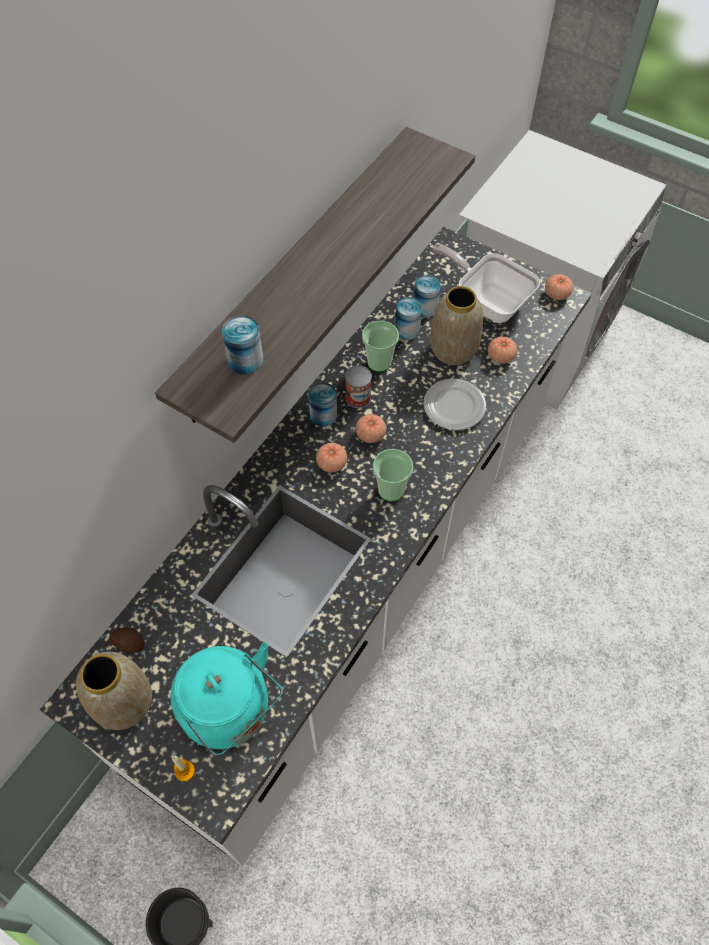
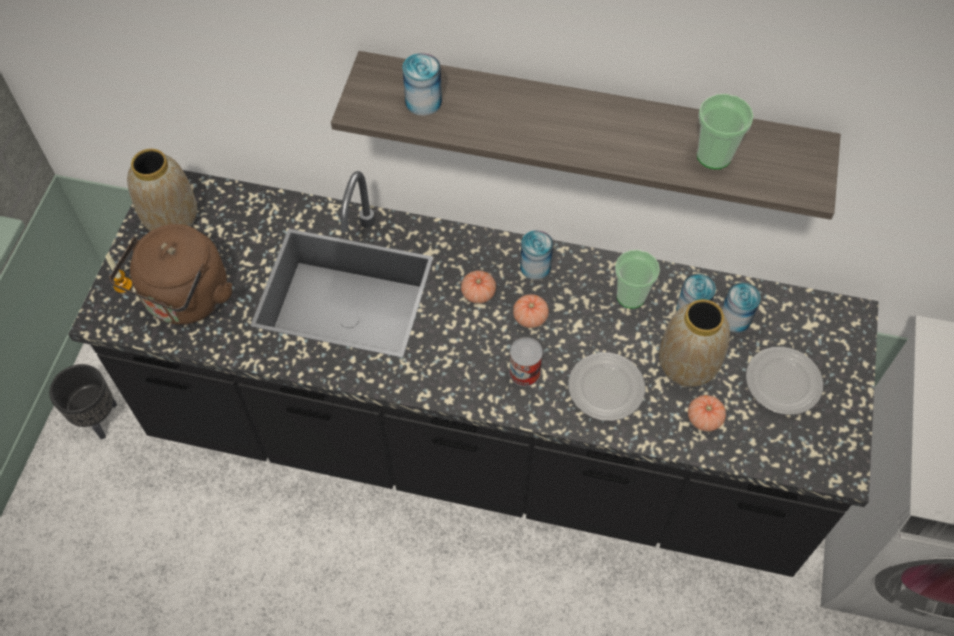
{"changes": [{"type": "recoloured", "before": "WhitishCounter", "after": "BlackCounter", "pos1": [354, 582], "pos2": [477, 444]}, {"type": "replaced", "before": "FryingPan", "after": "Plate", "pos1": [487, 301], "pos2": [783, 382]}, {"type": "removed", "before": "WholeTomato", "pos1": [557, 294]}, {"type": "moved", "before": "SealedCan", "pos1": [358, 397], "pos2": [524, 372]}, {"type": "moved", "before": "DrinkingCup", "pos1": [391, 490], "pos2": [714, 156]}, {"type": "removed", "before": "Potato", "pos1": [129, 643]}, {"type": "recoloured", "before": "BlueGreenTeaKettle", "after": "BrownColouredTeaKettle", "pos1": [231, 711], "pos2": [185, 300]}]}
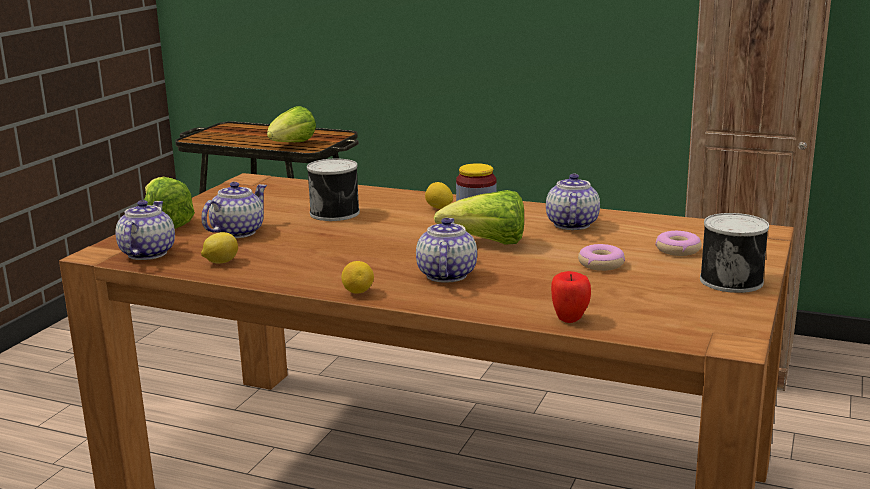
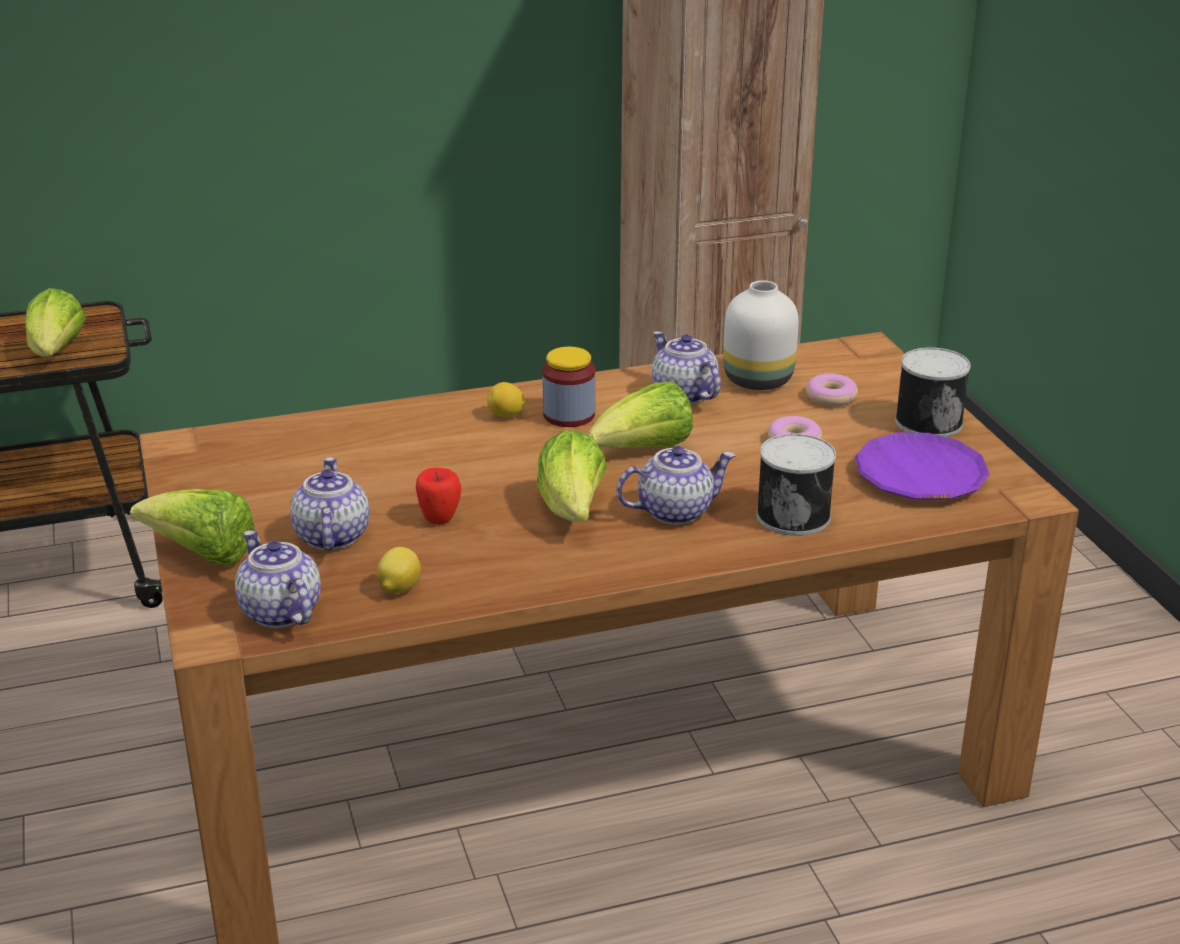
{"changes": [{"type": "moved", "before": "SealedCan", "pos1": [336, 213], "pos2": [794, 515]}, {"type": "turned", "before": "PotForTea", "pos1": [445, 275], "pos2": [675, 511], "turn": 105}, {"type": "removed", "before": "CitrusFruit", "pos1": [358, 292]}, {"type": "moved", "before": "Apple", "pos1": [570, 319], "pos2": [439, 519]}, {"type": "added", "after": "WhitishFlowerVase", "pos2": [756, 380]}, {"type": "added", "after": "Lettuce", "pos2": [572, 510]}, {"type": "added", "after": "PurpleColouredPlate", "pos2": [920, 476]}]}
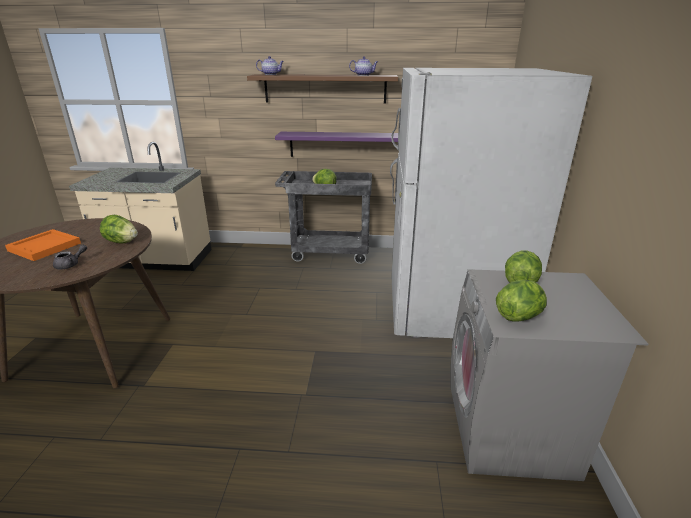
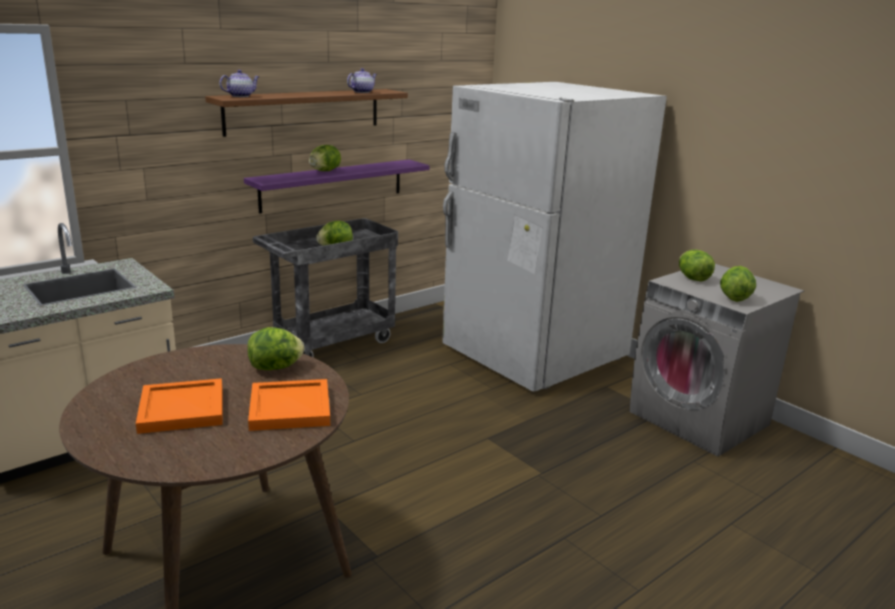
{"changes": [{"type": "replaced", "before": "GreyishPotForTea", "after": "OrangeServingTray", "pos1": [71, 265], "pos2": [289, 407]}, {"type": "added", "after": "Lettuce", "pos2": [324, 171]}]}
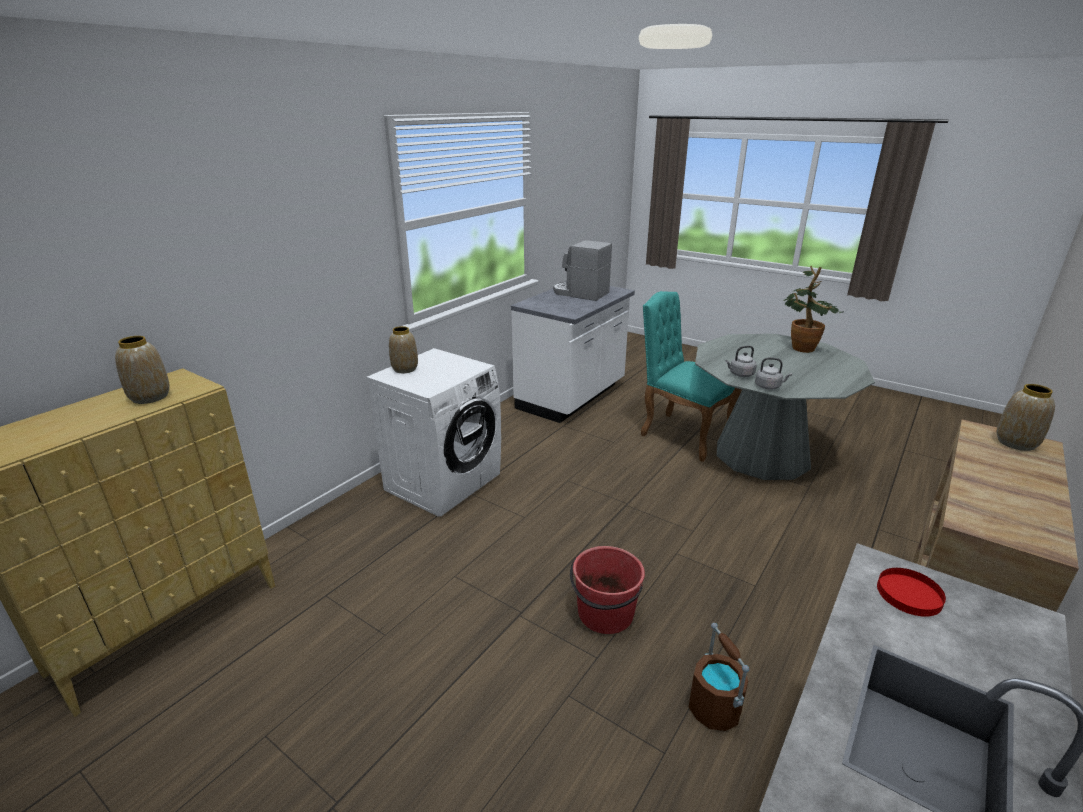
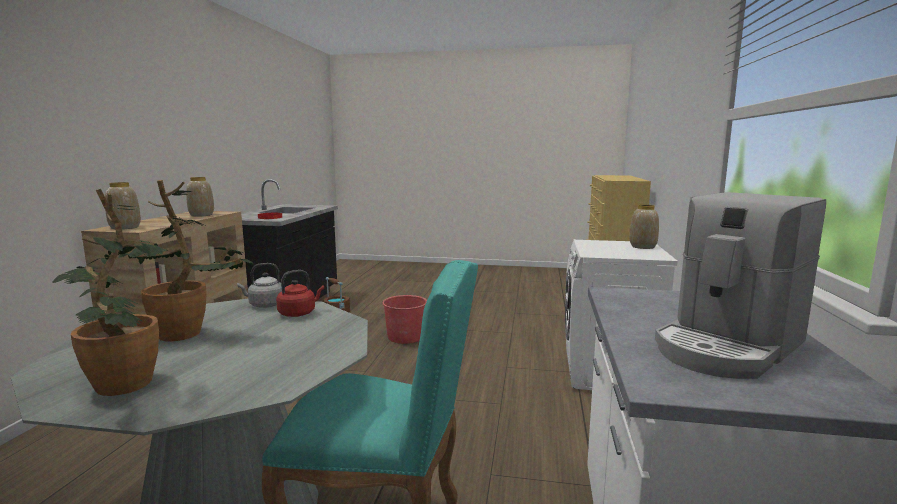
{"changes": [{"type": "turned", "before": "CoffeeMachine", "pos1": [580, 293], "pos2": [728, 347], "turn": 135}, {"type": "moved", "before": "FlowerVase", "pos1": [150, 397], "pos2": [201, 215]}, {"type": "recoloured", "before": "GreyishTeaKettle", "after": "RedTeaKettle", "pos1": [740, 374], "pos2": [299, 313]}, {"type": "added", "after": "PlantInAPot", "pos2": [188, 335]}]}
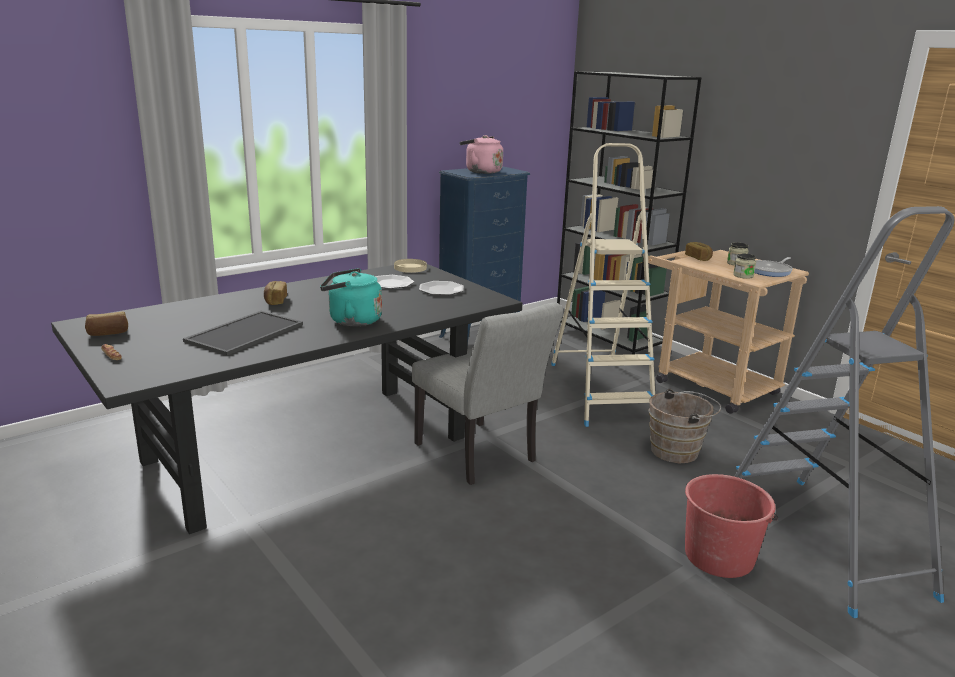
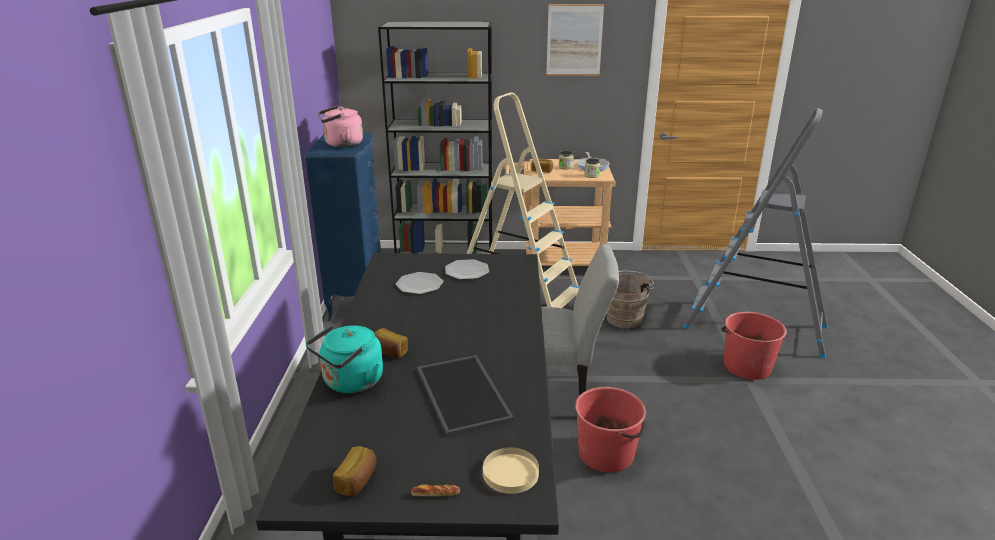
{"changes": [{"type": "moved", "before": "SandColouredPlate", "pos1": [410, 268], "pos2": [510, 473]}, {"type": "moved", "before": "BlueGreenTeaKettle", "pos1": [351, 321], "pos2": [350, 383]}, {"type": "added", "after": "WallPicture", "pos2": [574, 40]}, {"type": "added", "after": "RedPail", "pos2": [607, 453]}]}
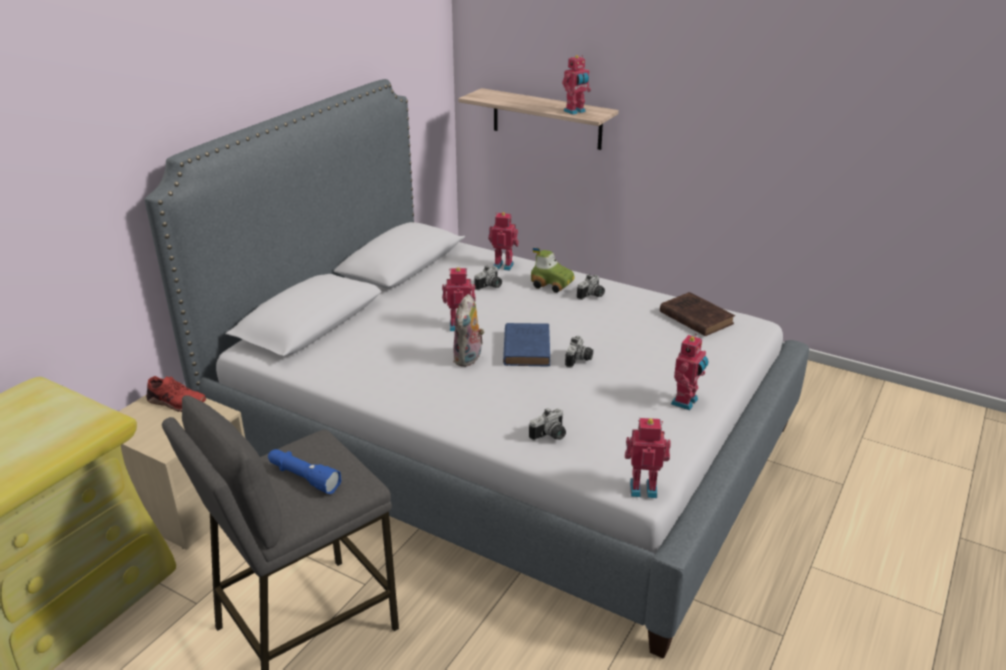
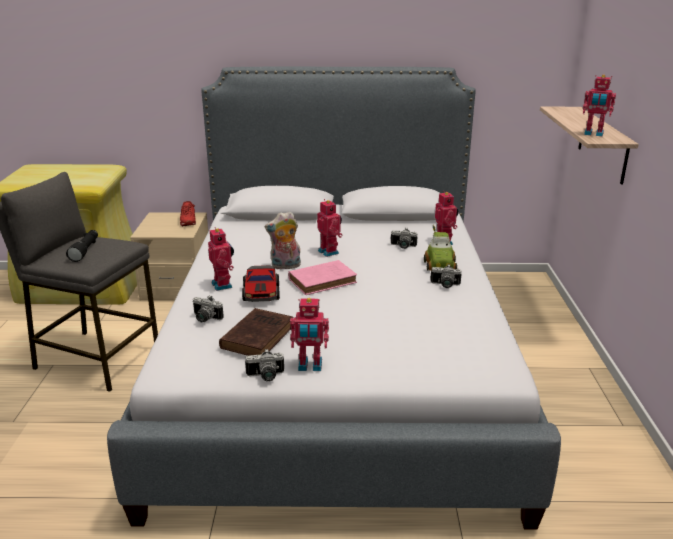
{"changes": [{"type": "moved", "before": "BrownColouredVolume", "pos1": [694, 317], "pos2": [259, 336]}, {"type": "recoloured", "before": "BlueVolume", "after": "PinkishVolume", "pos1": [526, 347], "pos2": [324, 280]}, {"type": "moved", "before": "PhotoCamera", "pos1": [580, 360], "pos2": [265, 376]}, {"type": "moved", "before": "ModelRobot", "pos1": [643, 488], "pos2": [223, 285]}, {"type": "recoloured", "before": "BlueHandTorch", "after": "BlackHandTorch", "pos1": [303, 477], "pos2": [85, 250]}, {"type": "added", "after": "MiniatureCar", "pos2": [261, 292]}]}
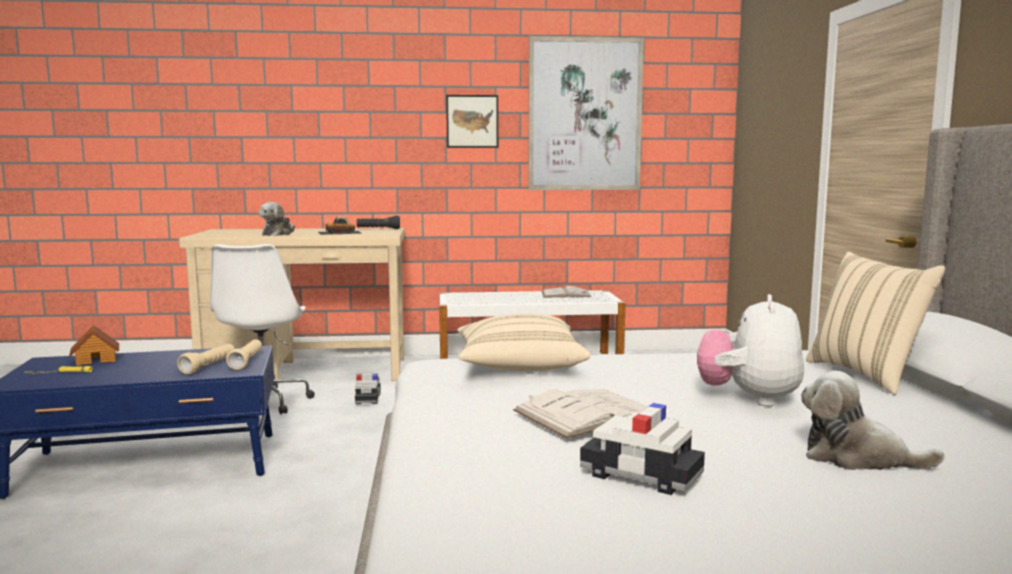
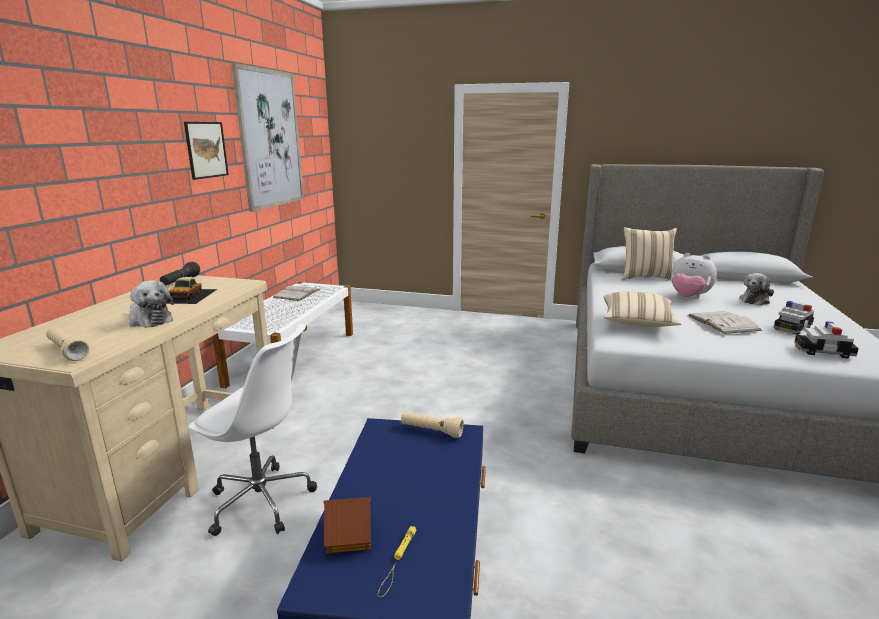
{"changes": [{"type": "moved", "before": "SandColouredHandTorch", "pos1": [209, 366], "pos2": [67, 351]}, {"type": "moved", "before": "MiniatureCar", "pos1": [368, 399], "pos2": [823, 351]}]}
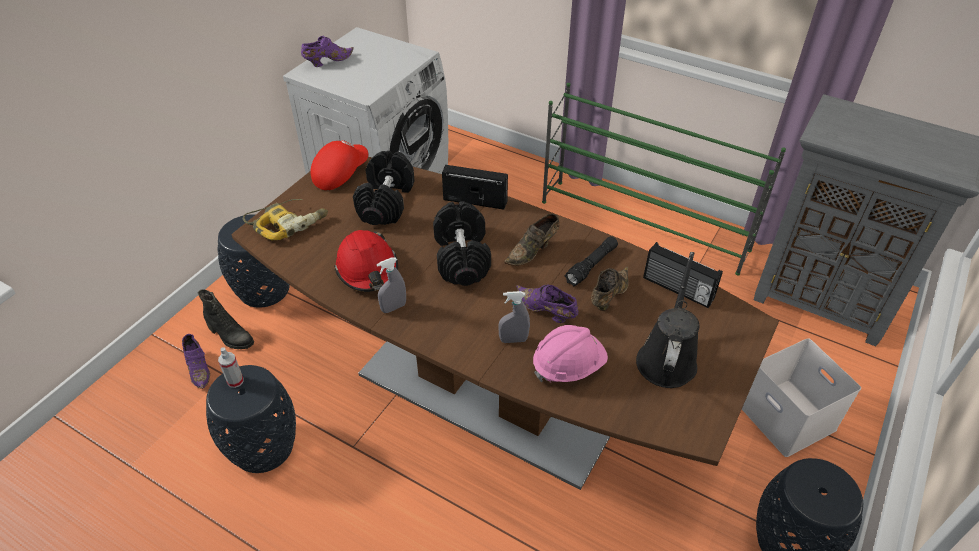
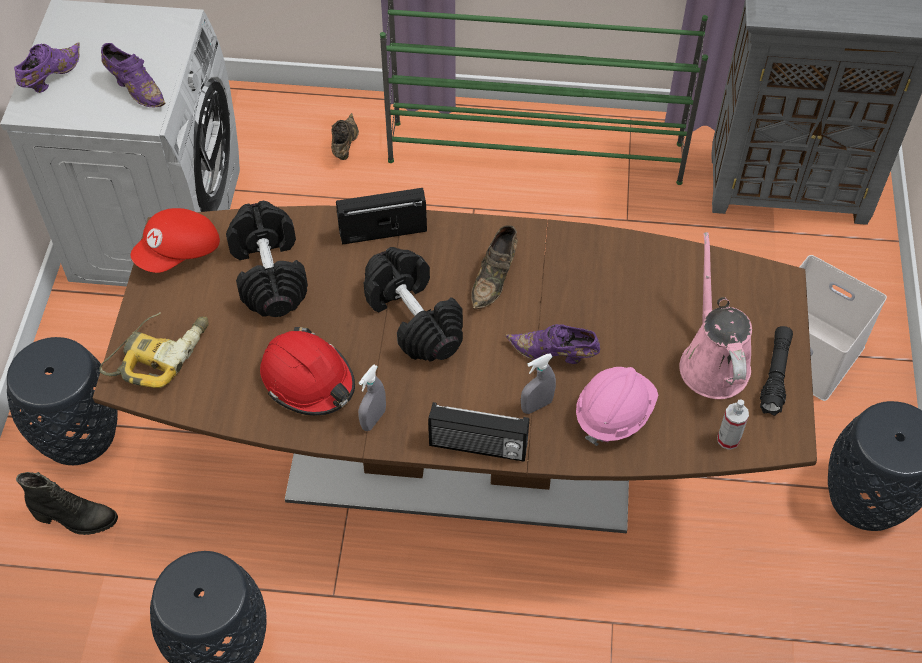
{"changes": [{"type": "turned", "before": "RedCap", "pos1": [340, 174], "pos2": [179, 253], "turn": -150}, {"type": "moved", "before": "BlackHandTorch", "pos1": [591, 265], "pos2": [775, 375]}, {"type": "moved", "before": "RadioReceiver", "pos1": [677, 289], "pos2": [478, 447]}, {"type": "recoloured", "before": "BlackWateringCan", "after": "PinkishWateringCan", "pos1": [667, 358], "pos2": [712, 361]}, {"type": "moved", "before": "BrownColouredItemOfFootwear", "pos1": [608, 297], "pos2": [344, 146]}, {"type": "moved", "before": "PurpleColouredItemOfFootwear", "pos1": [199, 368], "pos2": [135, 88]}, {"type": "moved", "before": "SprayBottle", "pos1": [235, 381], "pos2": [728, 439]}]}
